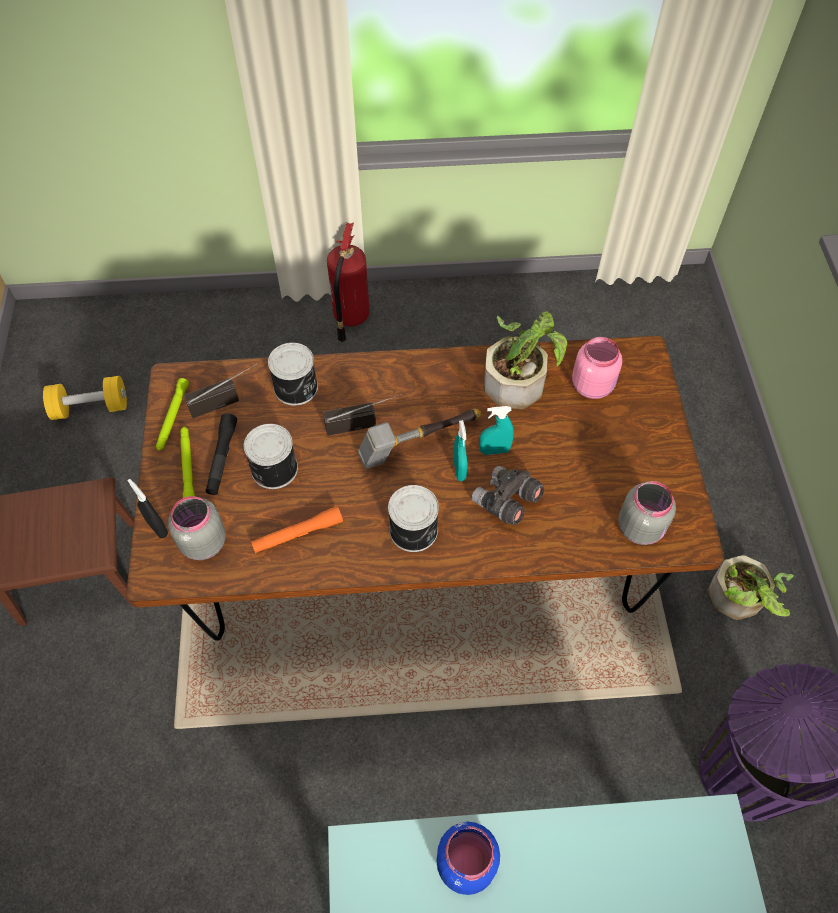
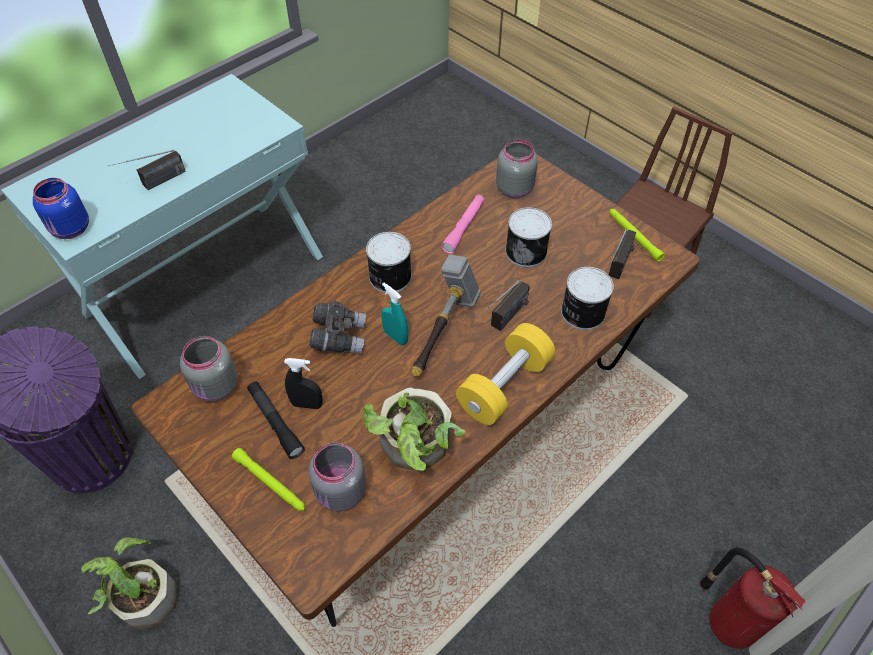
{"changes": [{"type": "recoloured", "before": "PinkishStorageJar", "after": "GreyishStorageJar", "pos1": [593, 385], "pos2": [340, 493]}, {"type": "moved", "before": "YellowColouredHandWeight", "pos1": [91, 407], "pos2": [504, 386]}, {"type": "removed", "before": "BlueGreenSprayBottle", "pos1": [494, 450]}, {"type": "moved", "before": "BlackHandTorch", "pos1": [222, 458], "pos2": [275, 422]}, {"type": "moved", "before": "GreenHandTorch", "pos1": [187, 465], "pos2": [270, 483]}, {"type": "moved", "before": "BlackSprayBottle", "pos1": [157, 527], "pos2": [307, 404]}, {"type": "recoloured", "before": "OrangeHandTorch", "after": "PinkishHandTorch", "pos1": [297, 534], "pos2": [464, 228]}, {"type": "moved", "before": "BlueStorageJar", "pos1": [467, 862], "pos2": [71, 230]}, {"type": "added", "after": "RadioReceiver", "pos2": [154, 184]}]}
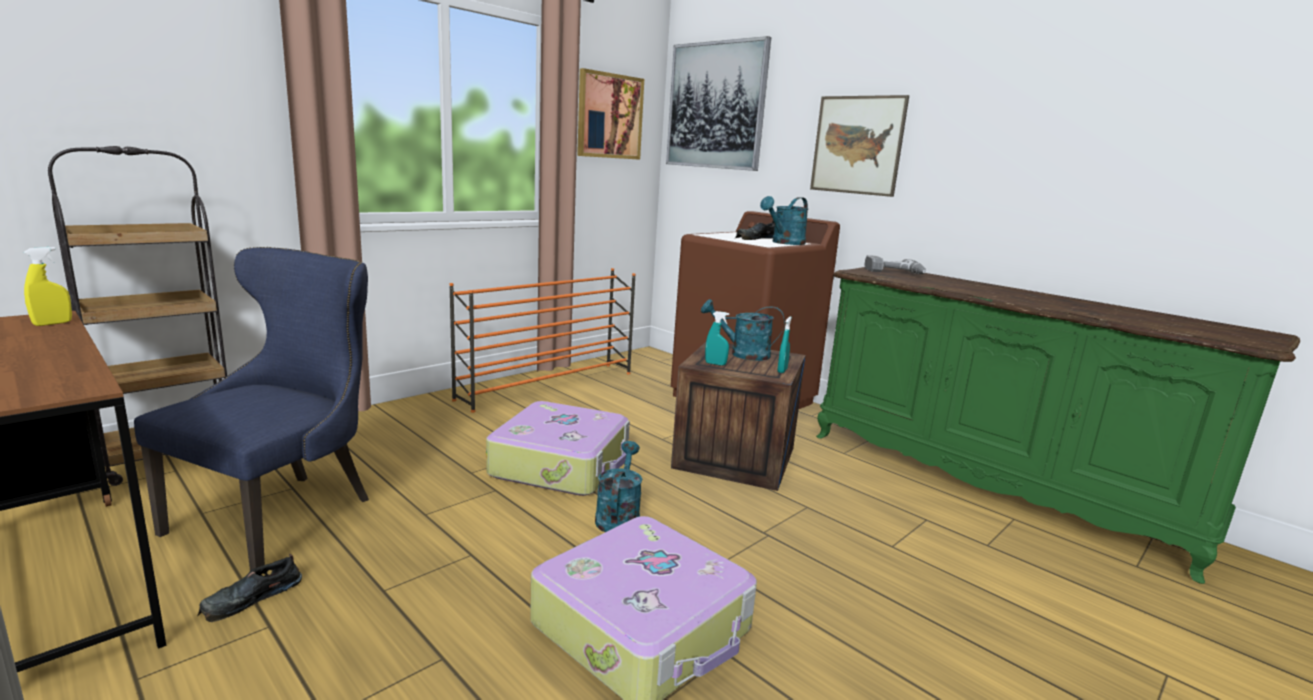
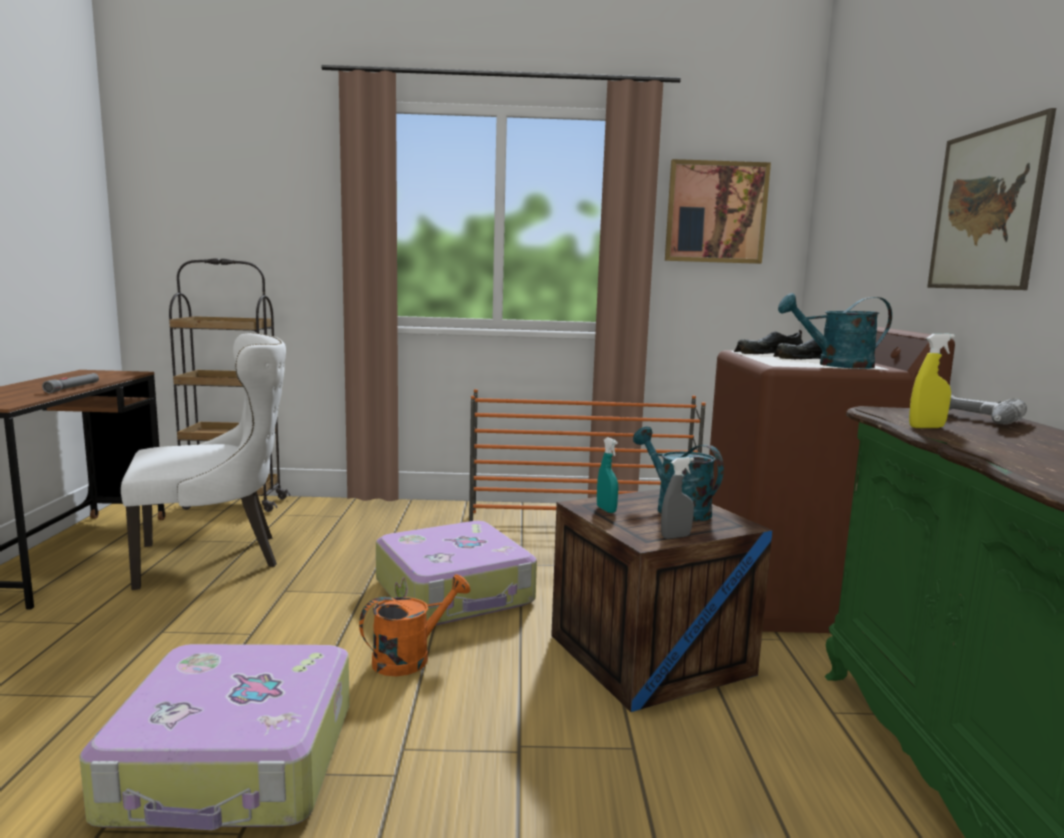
{"changes": [{"type": "removed", "before": "WallPicture", "pos1": [716, 106]}, {"type": "moved", "before": "YellowColouredSprayBottle", "pos1": [52, 323], "pos2": [926, 427]}, {"type": "recoloured", "before": "BlueUprightChair", "after": "WhitishUprightChair", "pos1": [282, 515], "pos2": [215, 557]}, {"type": "recoloured", "before": "BlueGreenSprayBottle", "after": "GreyishSprayBottle", "pos1": [782, 370], "pos2": [675, 536]}, {"type": "recoloured", "before": "BlueGreenWateringCan", "after": "OrangeWateringCan", "pos1": [618, 516], "pos2": [410, 657]}, {"type": "moved", "before": "BlackItemOfFootwear", "pos1": [251, 598], "pos2": [768, 353]}, {"type": "added", "after": "GreyishHandTorch", "pos2": [73, 388]}]}
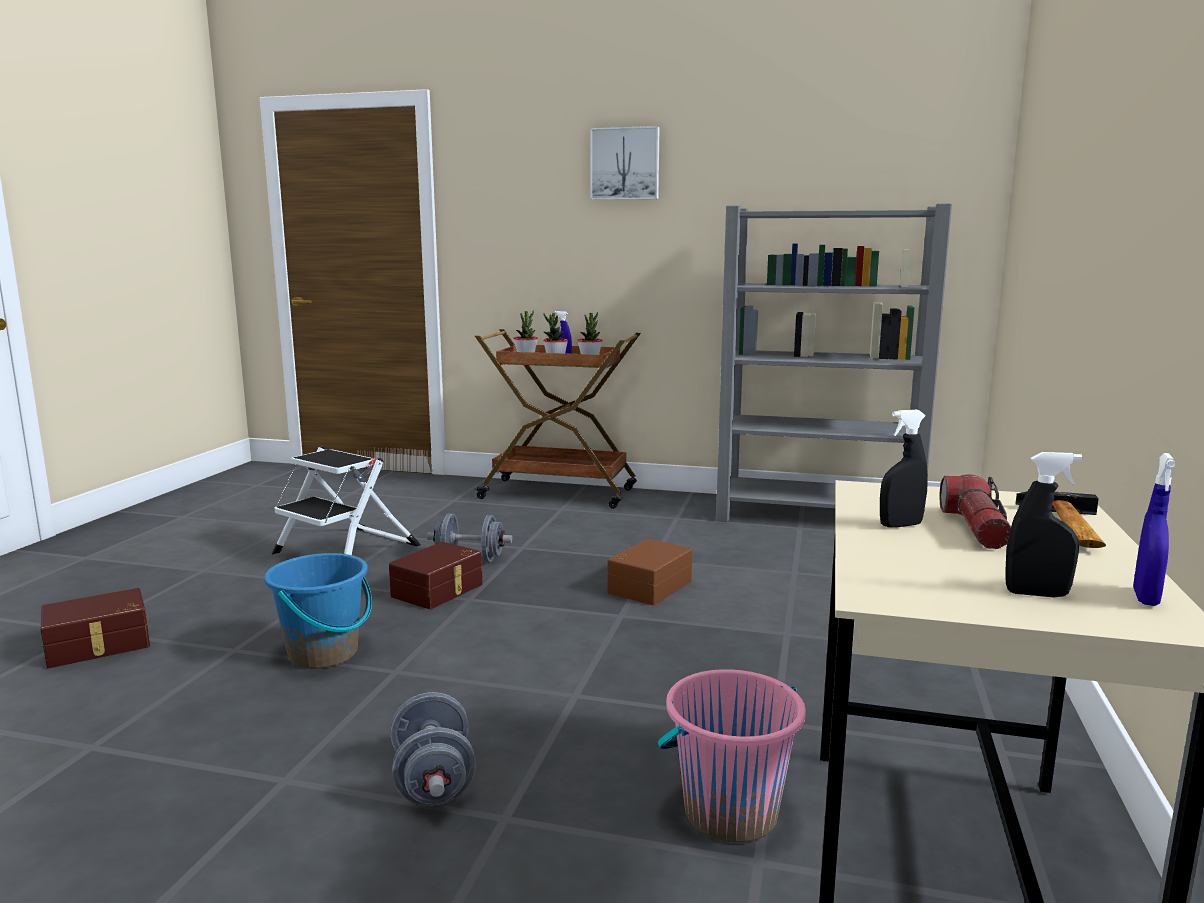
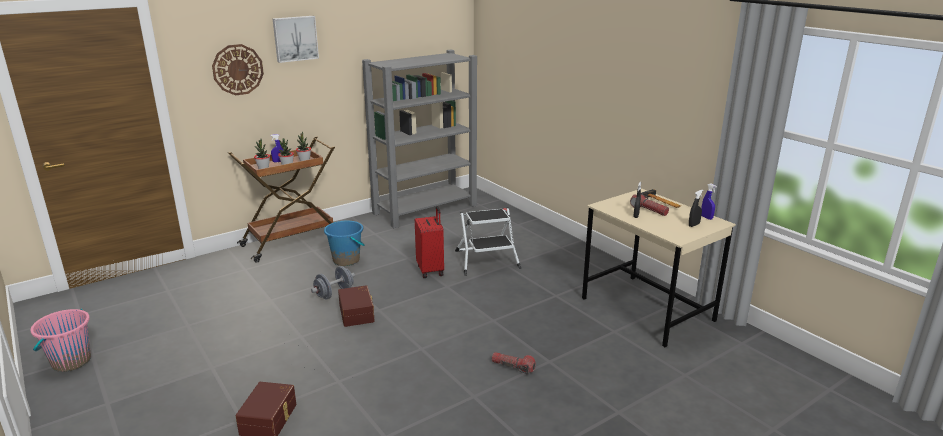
{"changes": [{"type": "moved", "before": "Stepladder", "pos1": [346, 550], "pos2": [486, 260]}, {"type": "replaced", "before": "BrownColouredStorageBin", "after": "RedTravelCase", "pos1": [648, 586], "pos2": [431, 270]}, {"type": "moved", "before": "BluePail", "pos1": [324, 654], "pos2": [346, 260]}, {"type": "moved", "before": "PinkishPail", "pos1": [730, 813], "pos2": [71, 361]}, {"type": "replaced", "before": "GreyishHandWeight", "after": "HandTorch", "pos1": [433, 782], "pos2": [513, 367]}, {"type": "added", "after": "HangingClock", "pos2": [238, 69]}]}
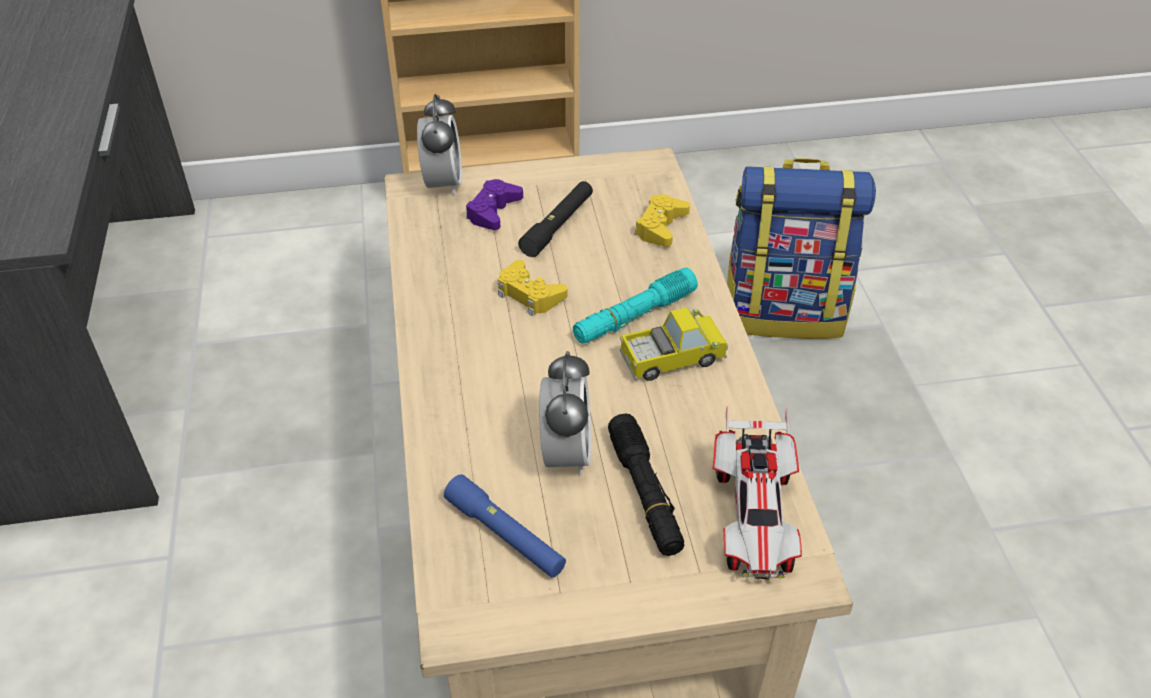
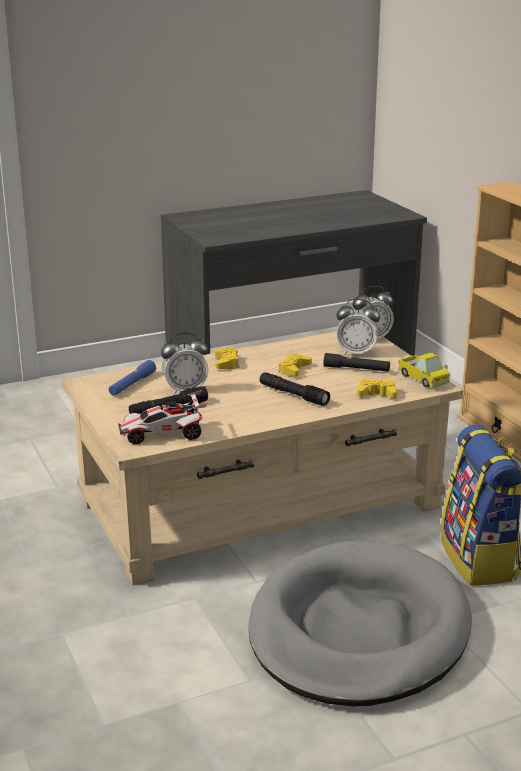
{"changes": [{"type": "replaced", "before": "PurpleColouredJoypad", "after": "TableClock", "pos1": [493, 211], "pos2": [356, 353]}, {"type": "recoloured", "before": "BlueGreenHandTorch", "after": "BlackHandTorch", "pos1": [634, 316], "pos2": [293, 395]}, {"type": "moved", "before": "ModelTruck", "pos1": [672, 359], "pos2": [423, 379]}, {"type": "added", "after": "YellowColouredJoypad", "pos2": [226, 363]}, {"type": "added", "after": "GreyishPetBed", "pos2": [358, 630]}]}
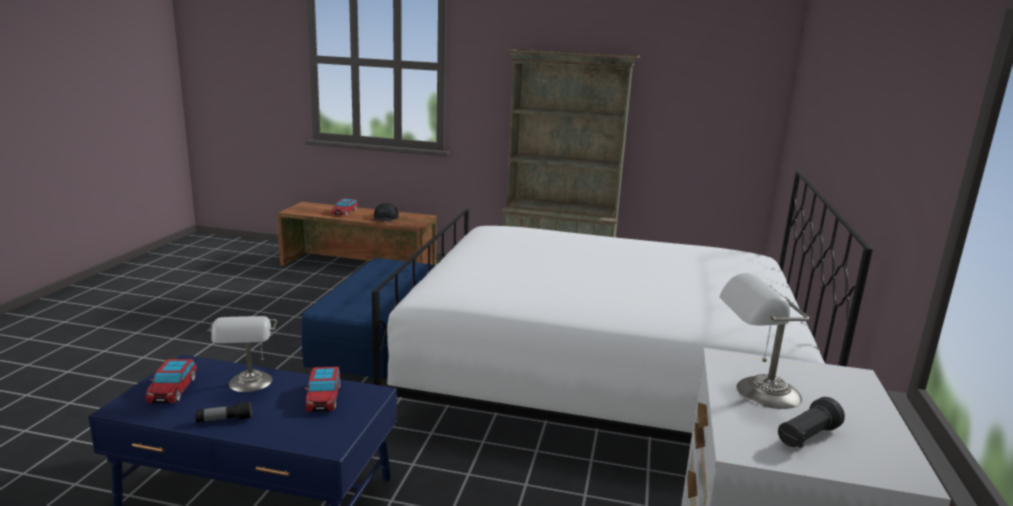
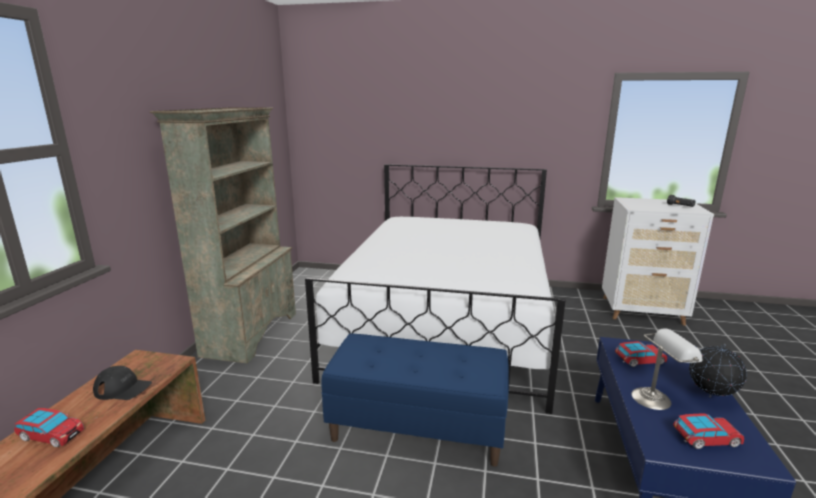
{"changes": [{"type": "removed", "before": "WhitishTabletopLamp", "pos1": [756, 393]}, {"type": "replaced", "before": "HandTorch", "after": "WorldGlobe", "pos1": [224, 420], "pos2": [711, 397]}]}
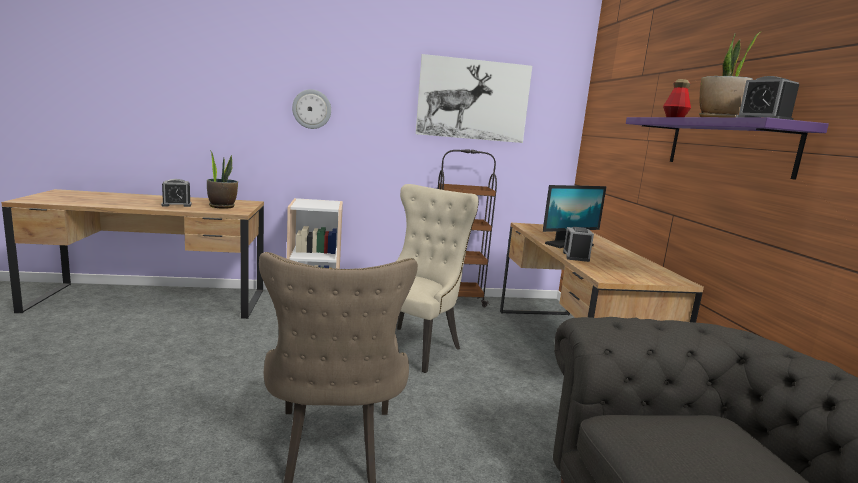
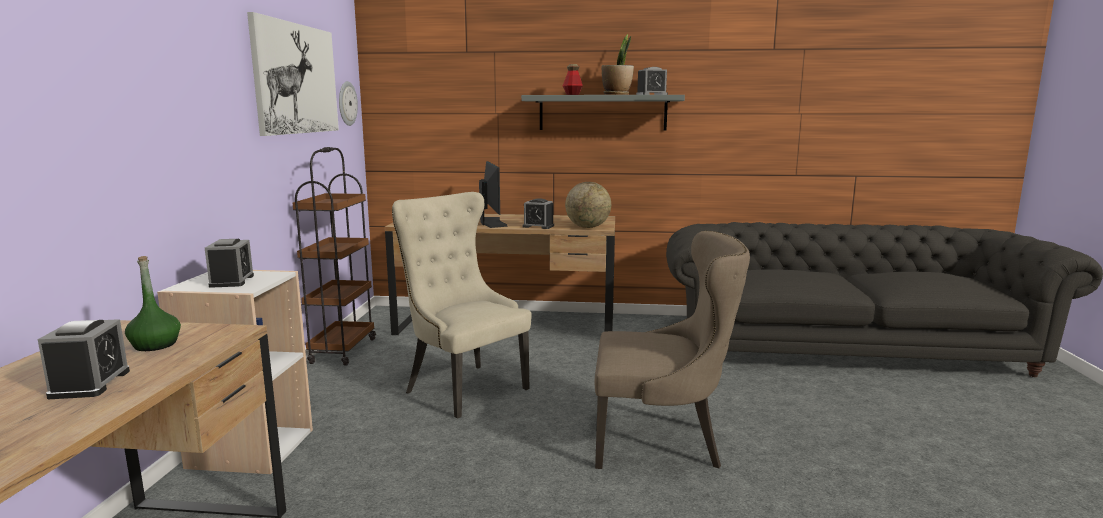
{"changes": [{"type": "moved", "before": "HangingClock", "pos1": [312, 109], "pos2": [347, 103]}, {"type": "recoloured", "before": "PurpleColouredShelf", "after": "GreyishShelf", "pos1": [728, 145], "pos2": [602, 113]}, {"type": "replaced", "before": "PlantInAPot", "after": "GreenDrinkBottle", "pos1": [222, 206], "pos2": [155, 345]}, {"type": "added", "after": "WorldGlobe", "pos2": [588, 227]}, {"type": "added", "after": "TableClock", "pos2": [232, 281]}]}
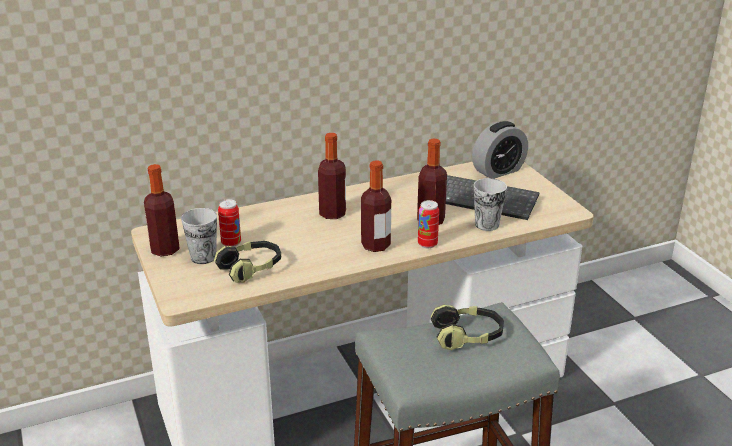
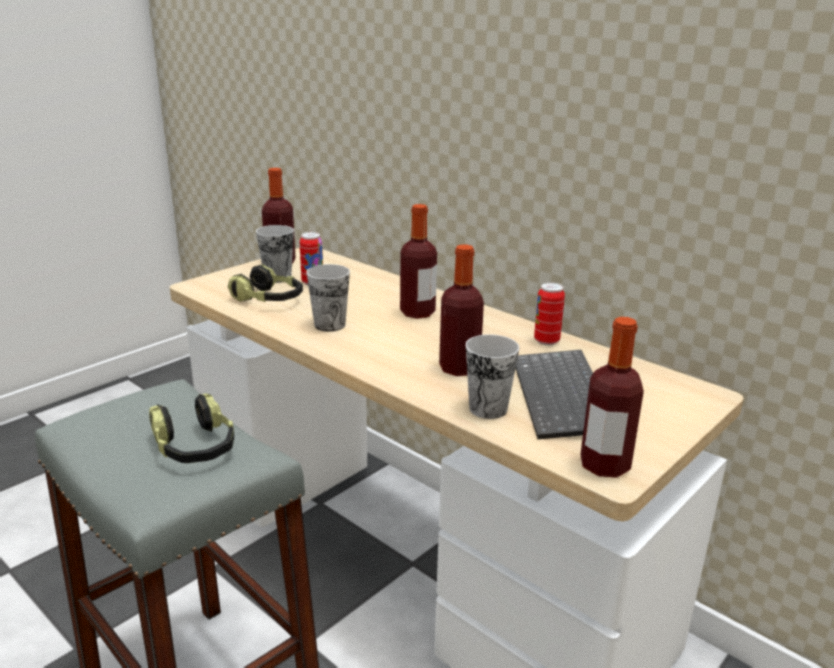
{"changes": [{"type": "removed", "before": "TableClock", "pos1": [498, 171]}, {"type": "moved", "before": "DrinkBottle", "pos1": [375, 245], "pos2": [604, 465]}, {"type": "moved", "before": "SealedCan", "pos1": [427, 244], "pos2": [546, 341]}, {"type": "added", "after": "DrinkingCup", "pos2": [330, 325]}]}
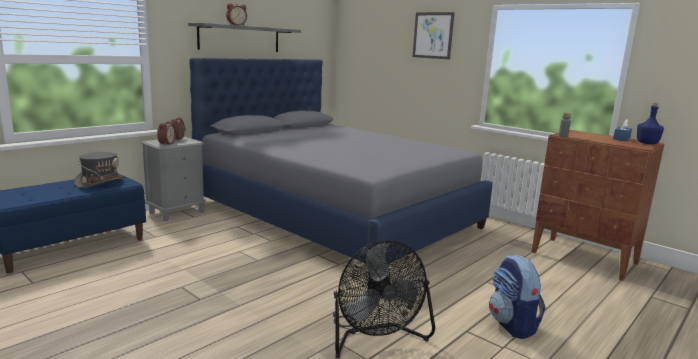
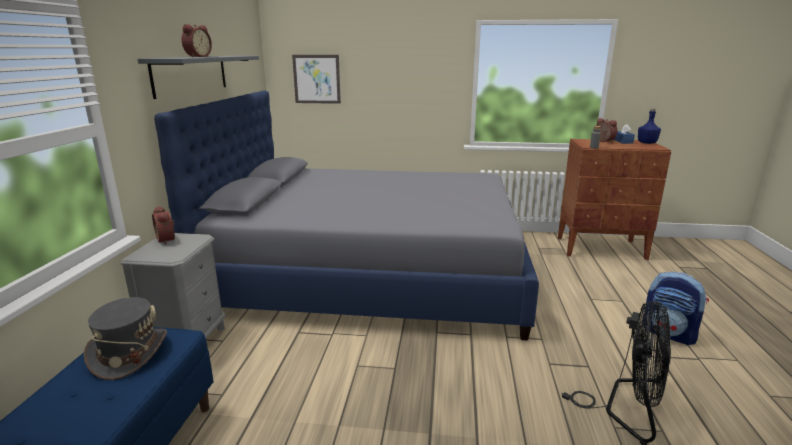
{"changes": [{"type": "moved", "before": "WallPicture", "pos1": [433, 35], "pos2": [316, 79]}, {"type": "moved", "before": "TableClock", "pos1": [166, 143], "pos2": [603, 141]}]}
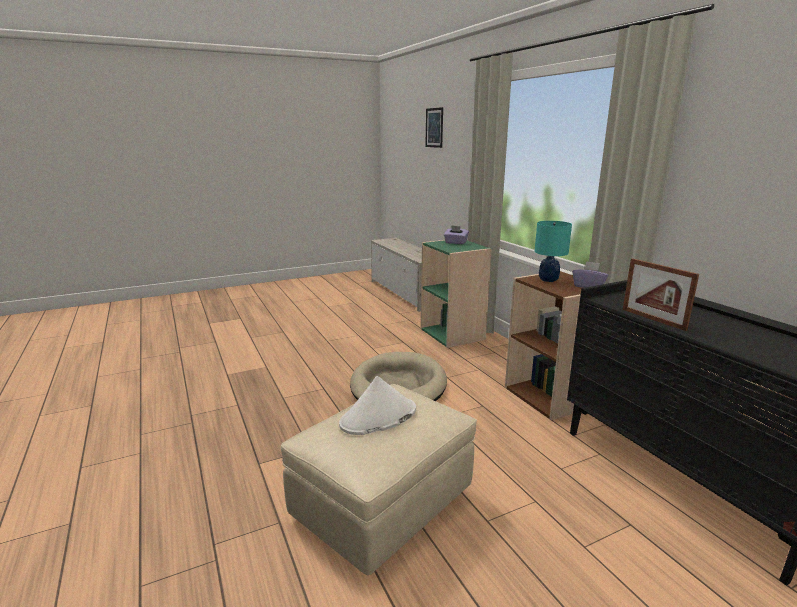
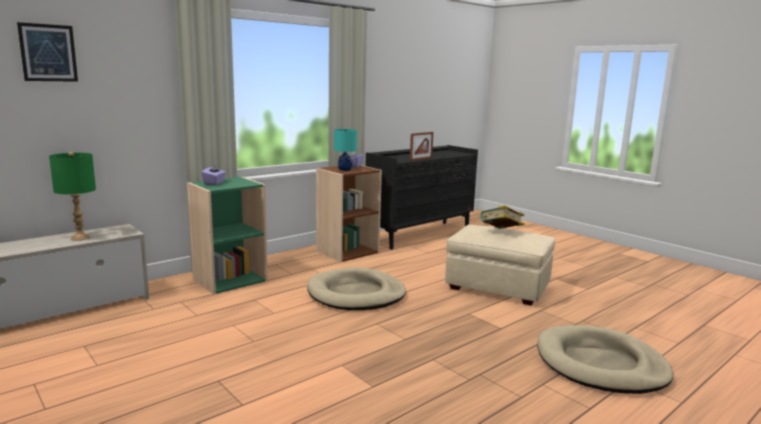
{"changes": [{"type": "replaced", "before": "WhitishClothingHat", "after": "Volume", "pos1": [378, 417], "pos2": [500, 232]}, {"type": "added", "after": "GreenTabletopLamp", "pos2": [80, 238]}, {"type": "added", "after": "SandColouredPetBed", "pos2": [600, 364]}]}
